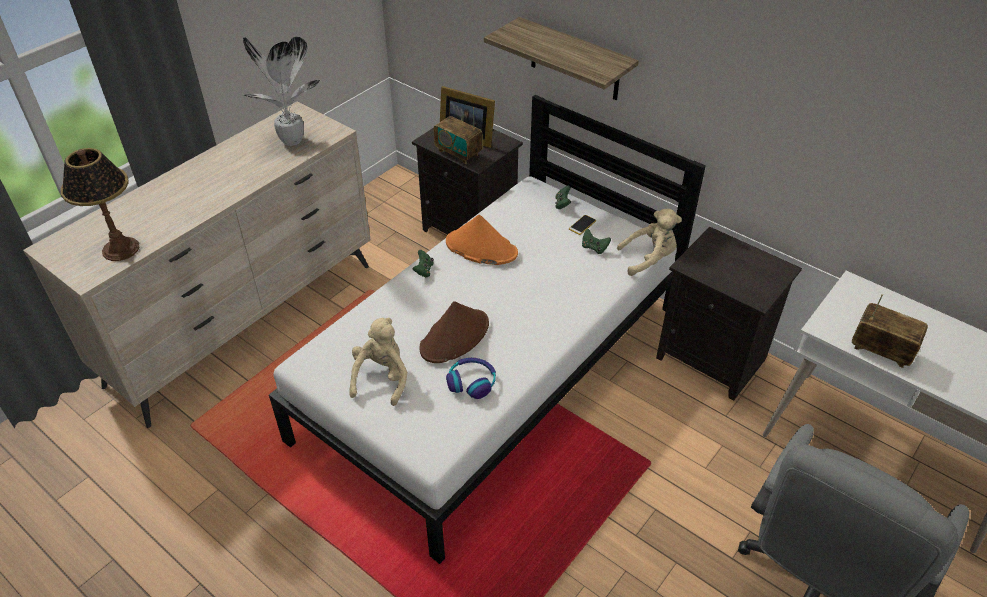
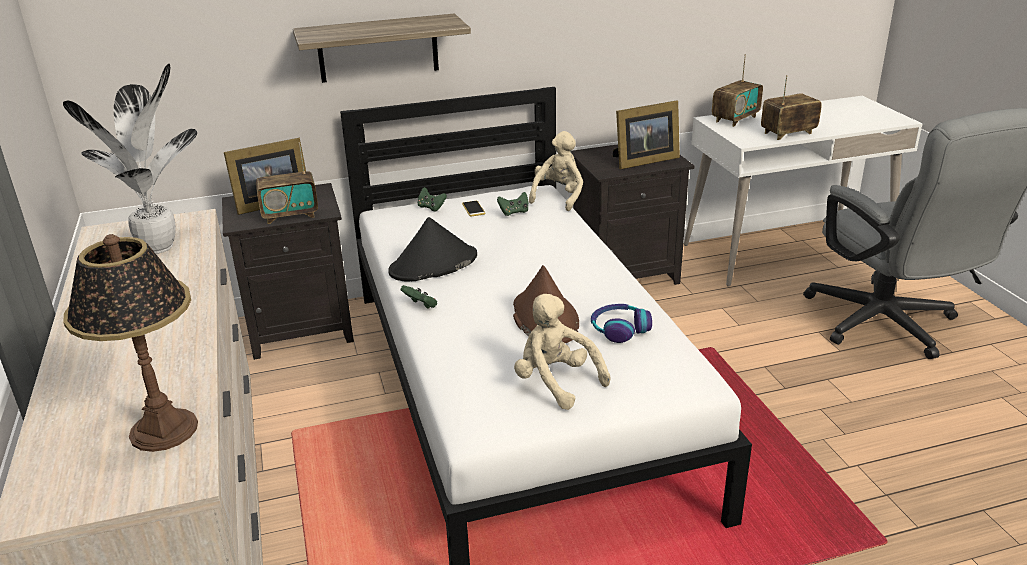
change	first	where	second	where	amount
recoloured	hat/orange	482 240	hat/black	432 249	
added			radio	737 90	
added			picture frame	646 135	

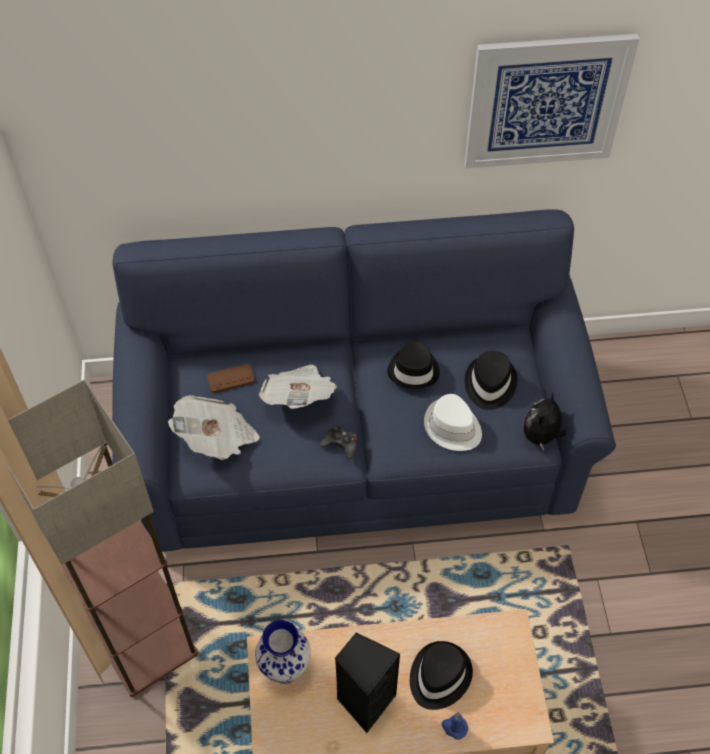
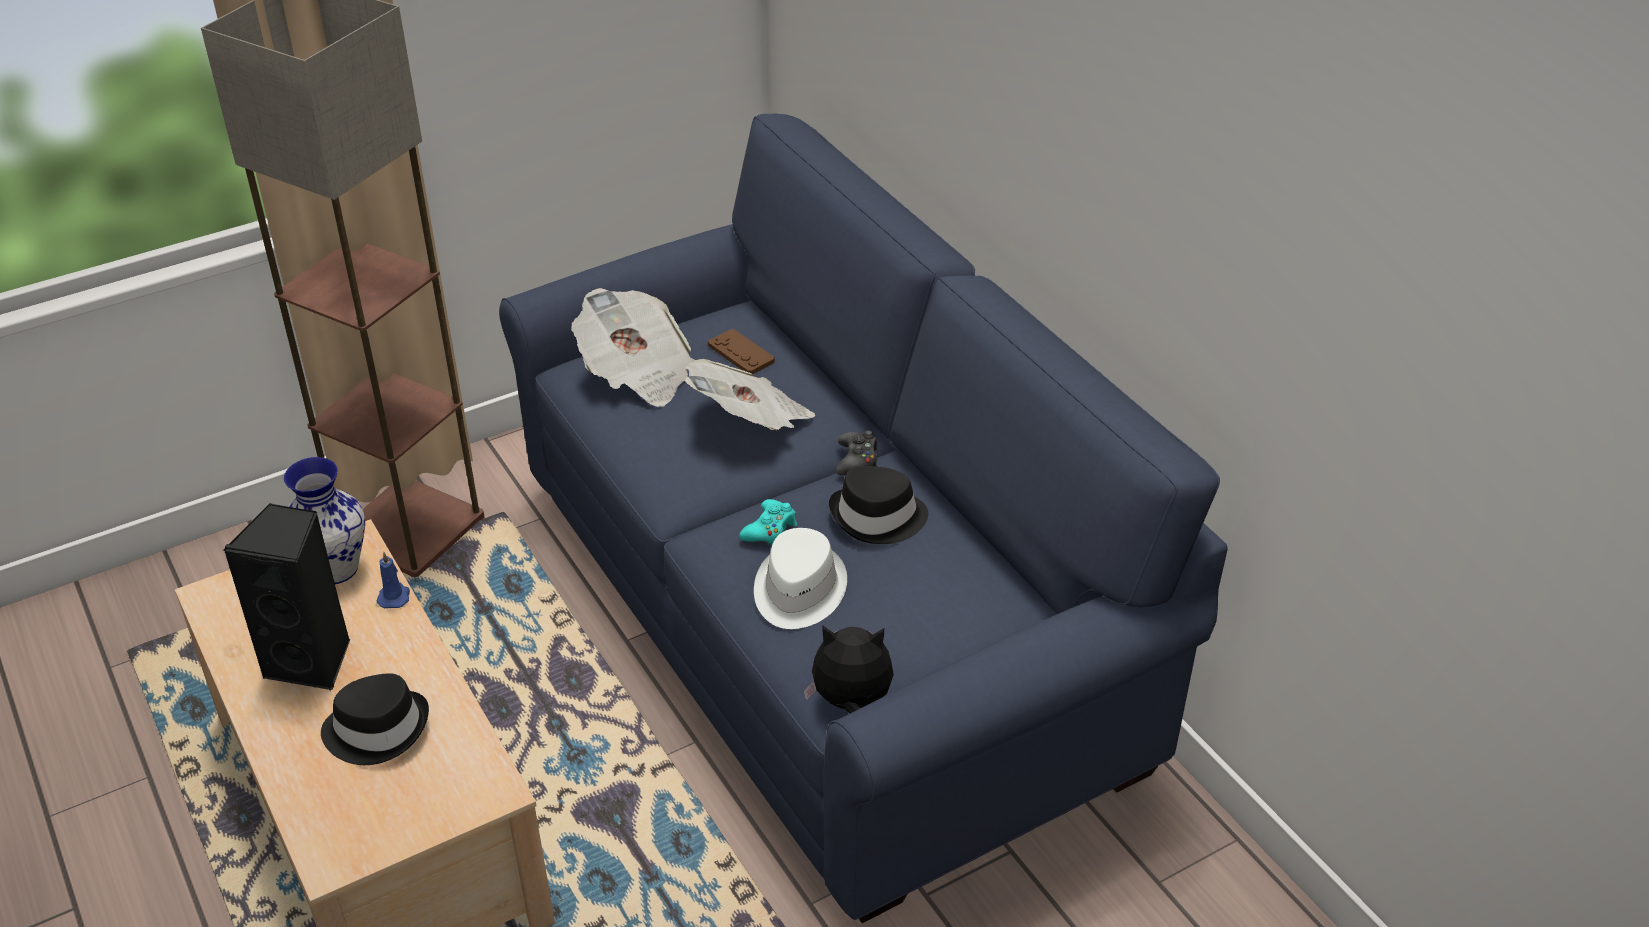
change	first	where	second	where	amount
removed	picture	552 101			
removed	hat/black	491 380			
moved	game controller/black	339 443		857 452	
moved	candle/blue	455 726		393 580	
added			game controller/turquoise	768 522	

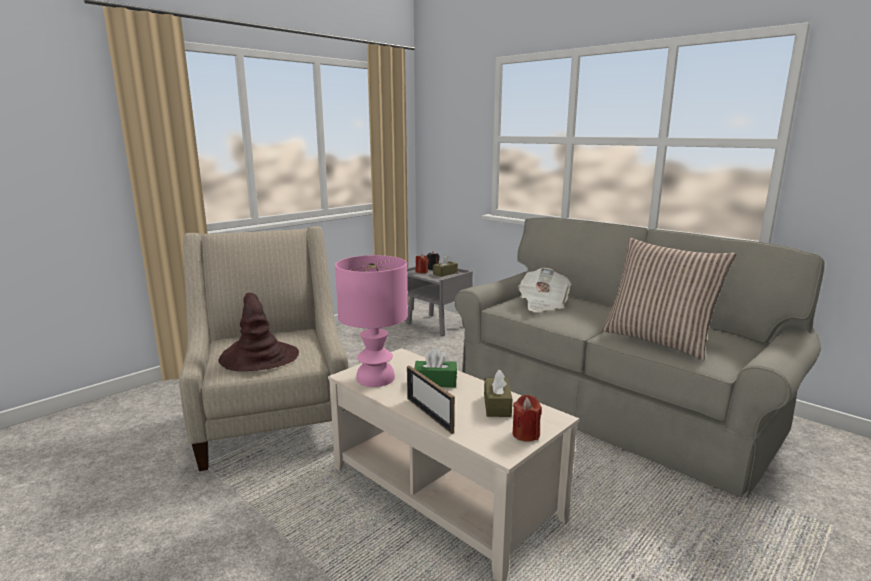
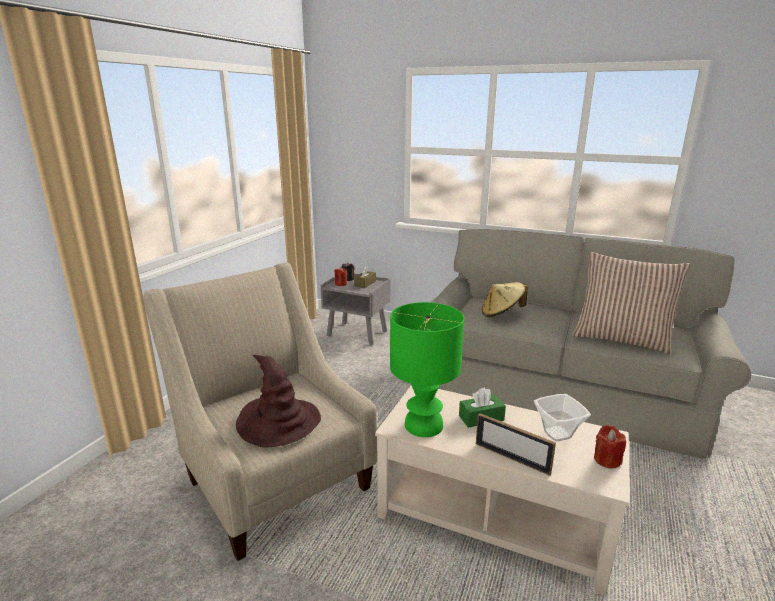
change	first	where	second	where	amount
recoloured	table lamp/pink	371 321	table lamp/green	427 369	
replaced	newspaper	544 290	hat/beige	504 299	
replaced	tissue box/brown	498 393	bowl	562 417	

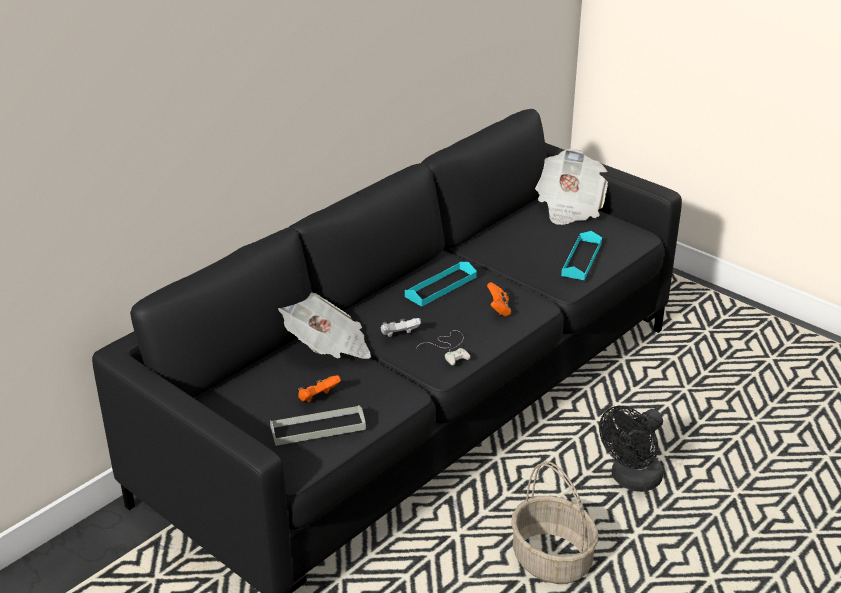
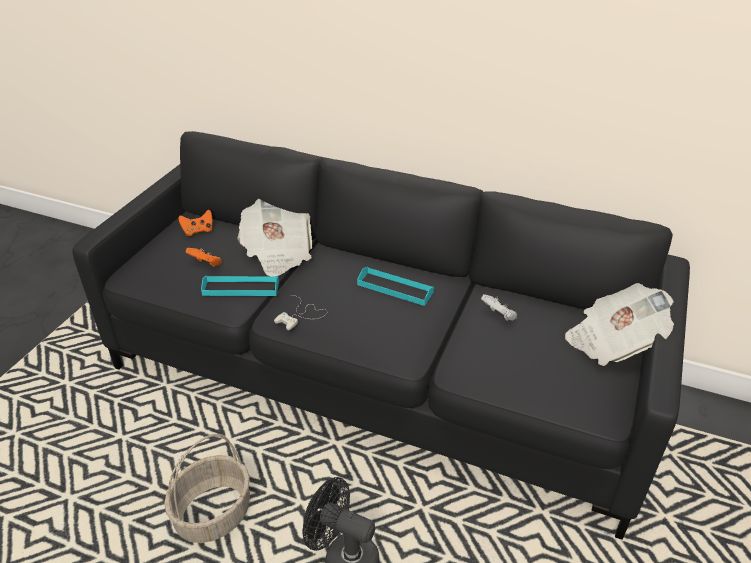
change	first	where	second	where	amount
moved	tray/turquoise	581 255		240 286	
moved	game controller/orange	499 299		196 223	
moved	game controller/white	401 327		499 307	
removed	tray/grey	318 425			

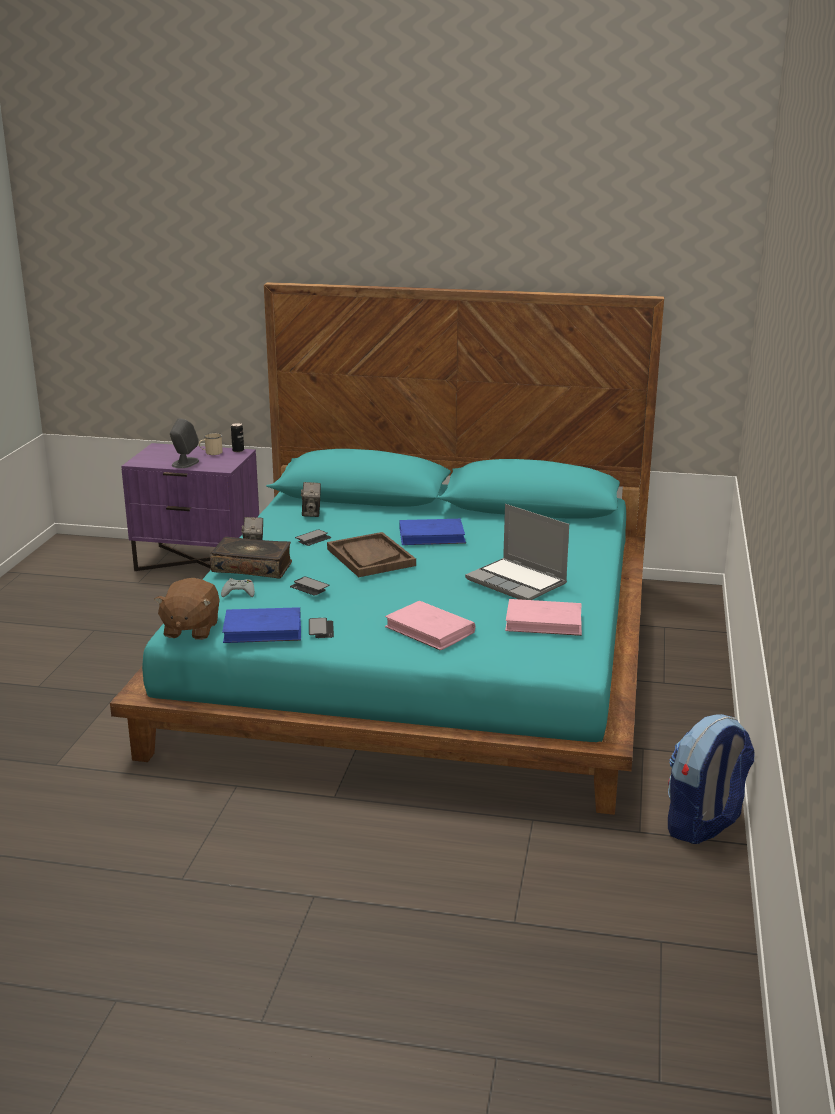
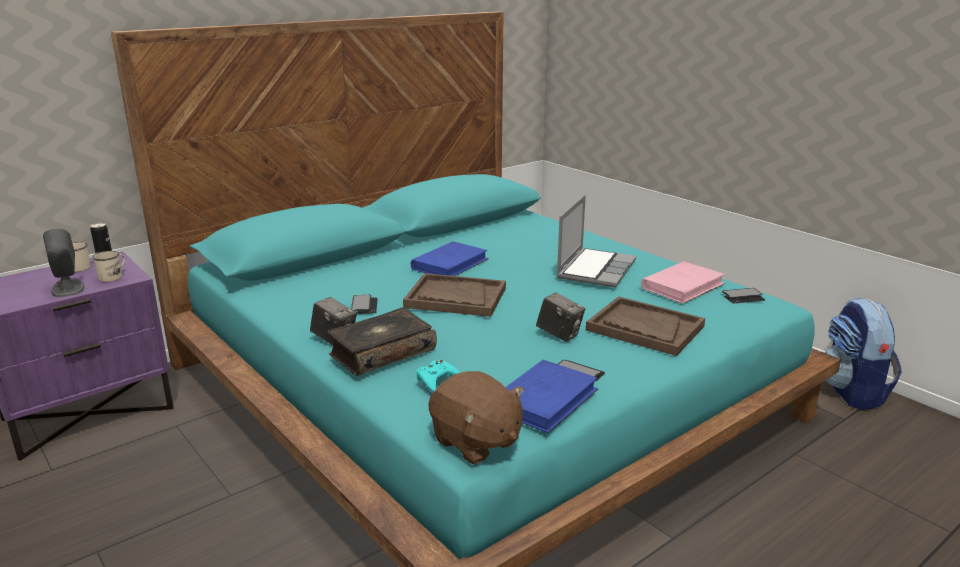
change	first	where	second	where	amount
moved	photo camera	311 499		560 317	
turned	laptop	517 552		596 241	60 degrees counterclockwise
moved	phone	310 586		743 295	
recoloured	game controller/grey	238 587	game controller/turquoise	438 376	
replaced	book/pink	430 625	tray/brown	645 326	
added			mug/beige	108 266	

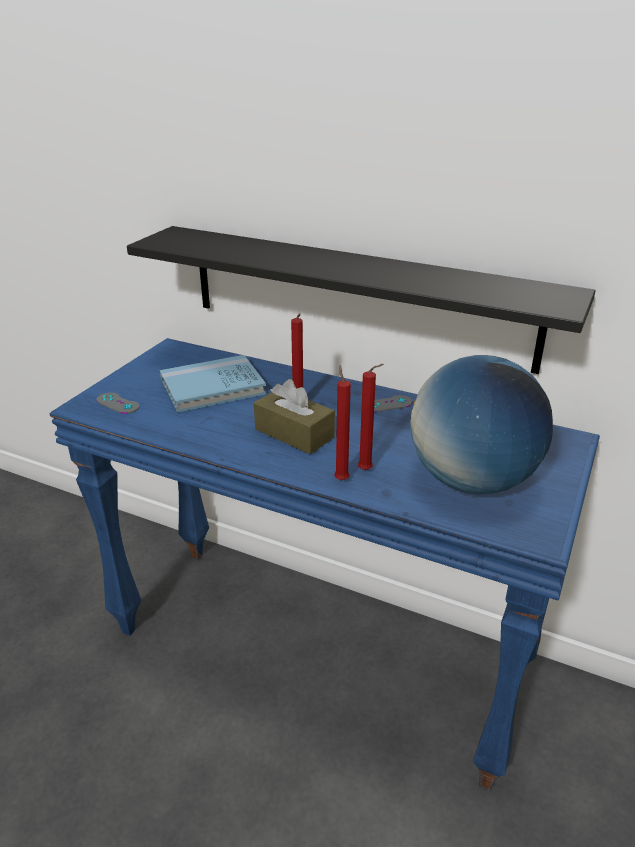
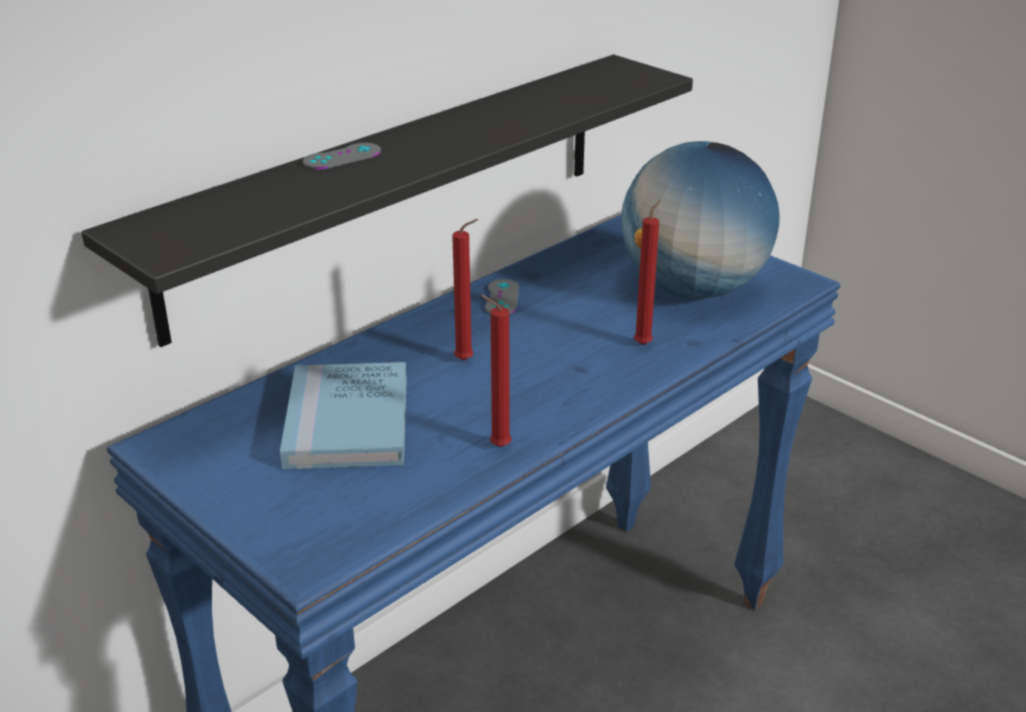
change	first	where	second	where	amount
moved	candle/red	342 423		495 370	
removed	tissue box/brown	294 416			
moved	game controller/grey	117 403		342 156	

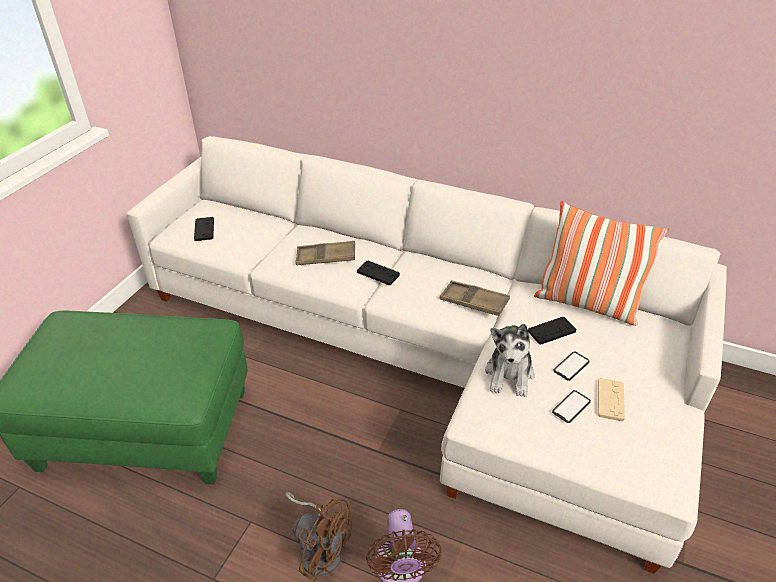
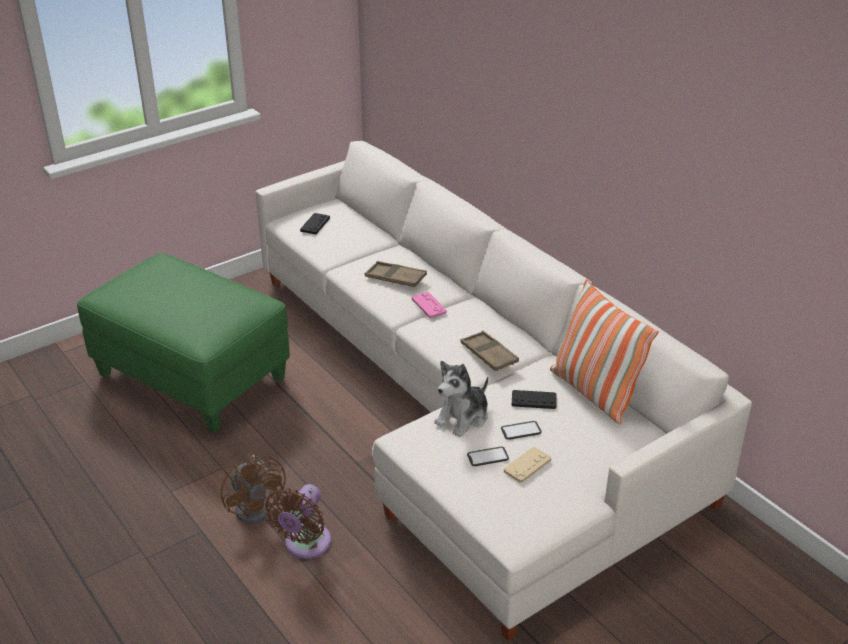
change	first	where	second	where	amount
recoloured	game controller/black	378 273	game controller/pink	429 305	

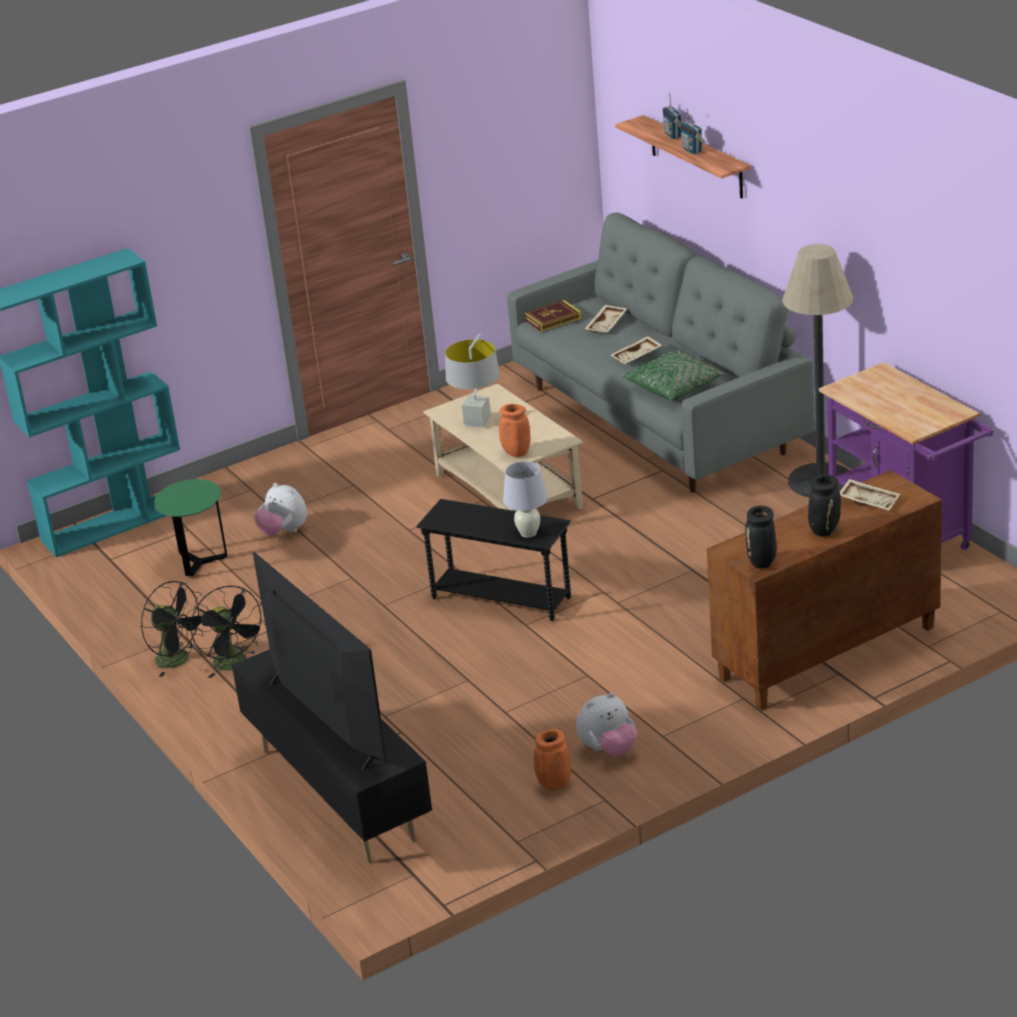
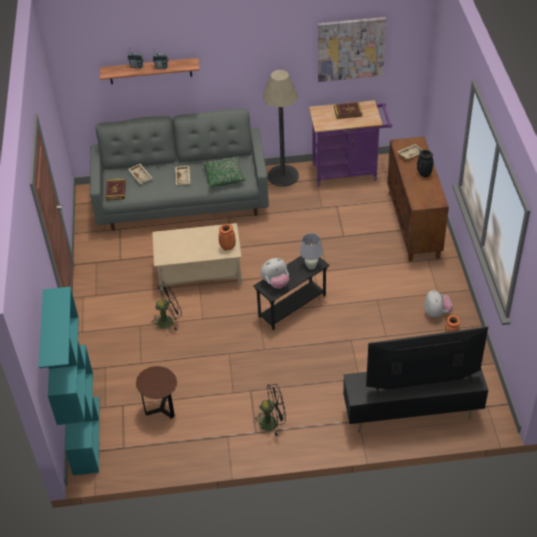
change	first	where	second	where	amount
removed	table lamp/grey	472 381			
recoloured	side table/green	190 528	side table/brown	156 392	
moved	plush toy	280 509		275 273	
removed	vase/black	761 537			
moved	fan/black	172 629		166 306	
added			picture	352 49	
added			book	348 110	

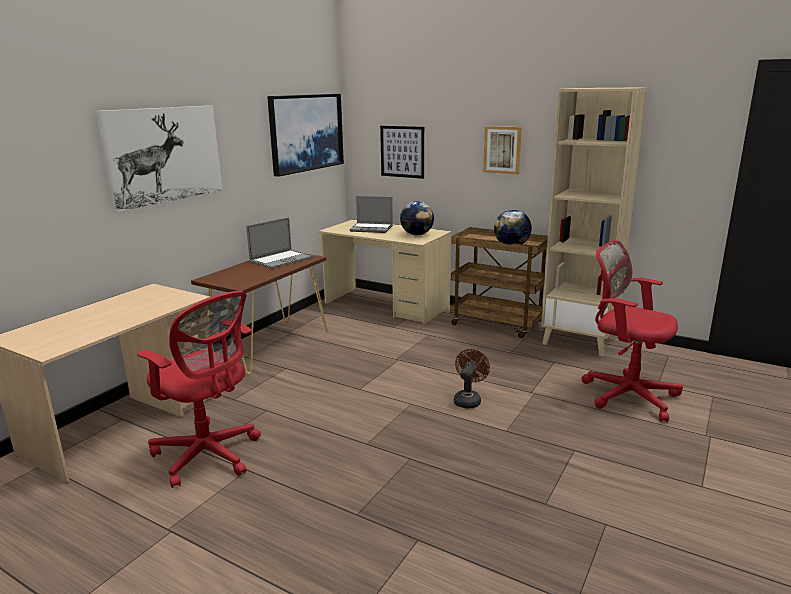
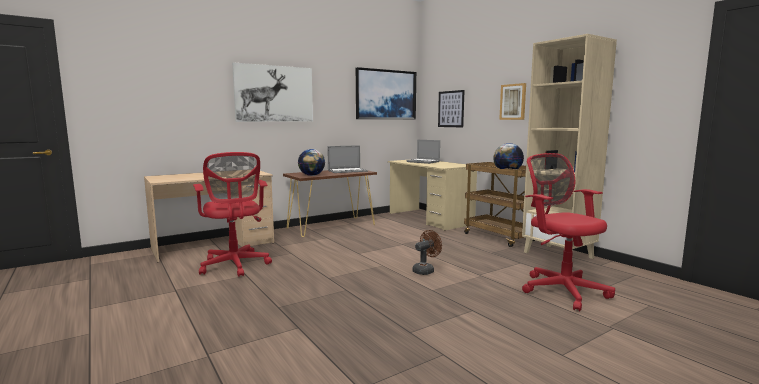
change	first	where	second	where	amount
moved	globe	417 218		311 162	

